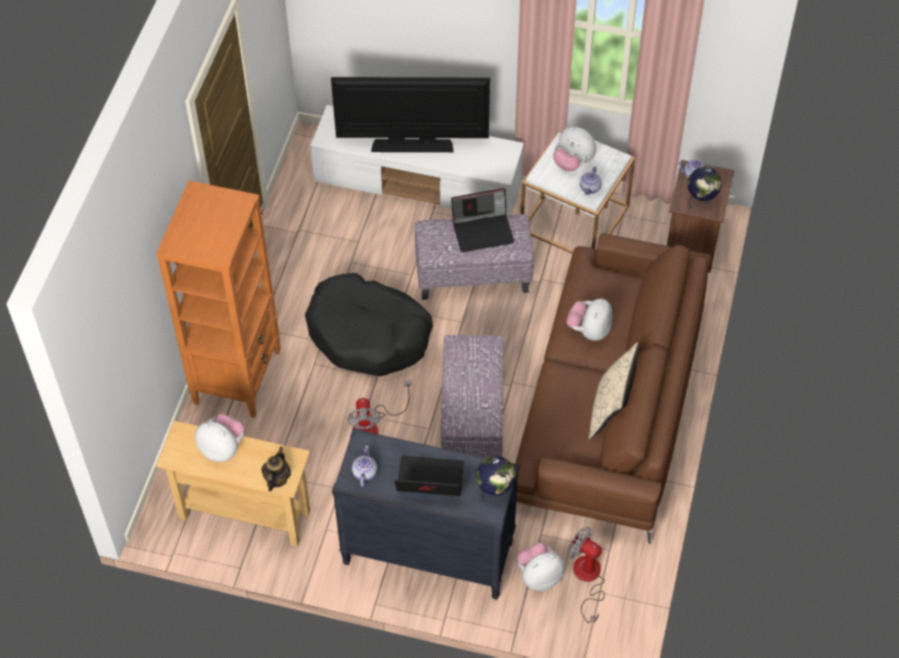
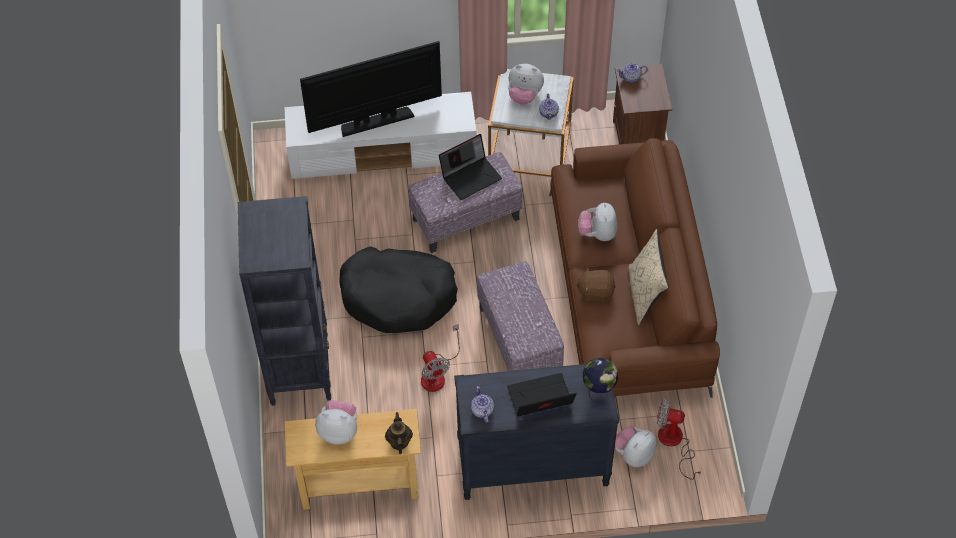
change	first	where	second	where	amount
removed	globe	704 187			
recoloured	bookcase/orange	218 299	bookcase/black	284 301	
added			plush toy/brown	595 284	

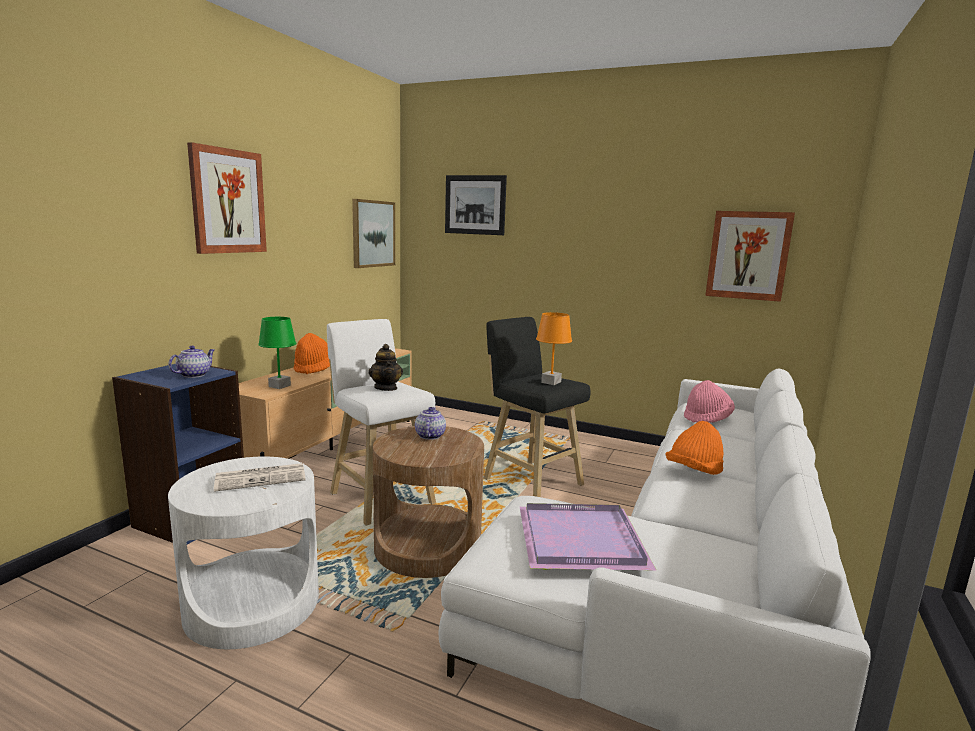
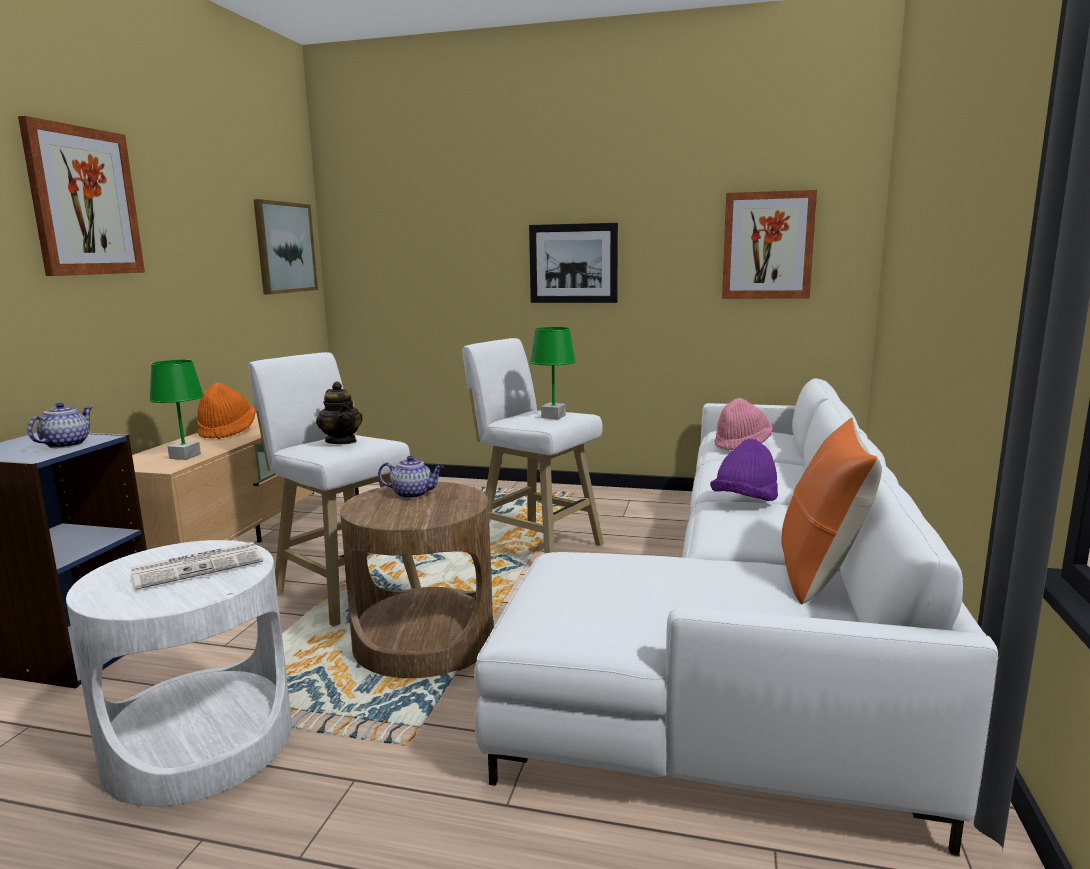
change	first	where	second	where	amount
moved	picture	476 205		573 263	
recoloured	table lamp/orange	554 348	table lamp/green	553 373	
recoloured	stool/black	537 407	stool/white	533 445	
turned	teapot	430 423		411 477	105 degrees clockwise
recoloured	hat/orange	694 448	hat/purple	744 470	
removed	tray/purple	588 537			
added			pillow/orange	832 511	

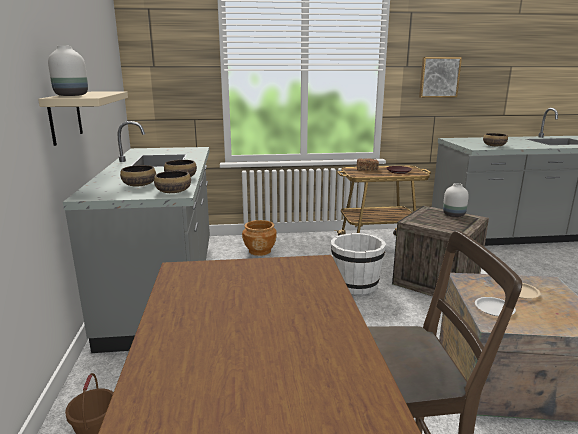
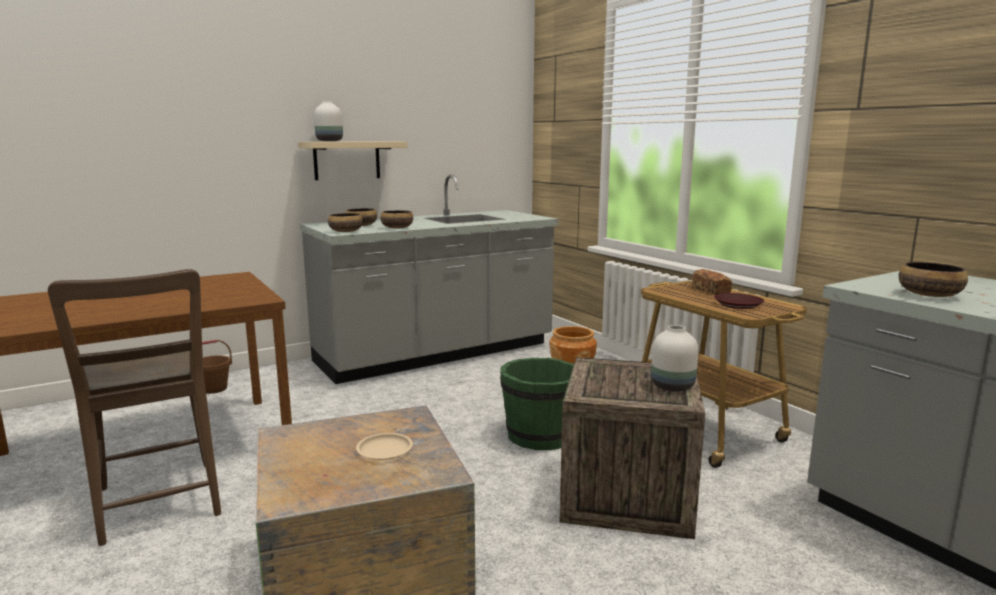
change	first	where	second	where	amount
removed	picture	440 77			
recoloured	bucket/white	358 264	bucket/green	537 404	
removed	plate/white	495 306			

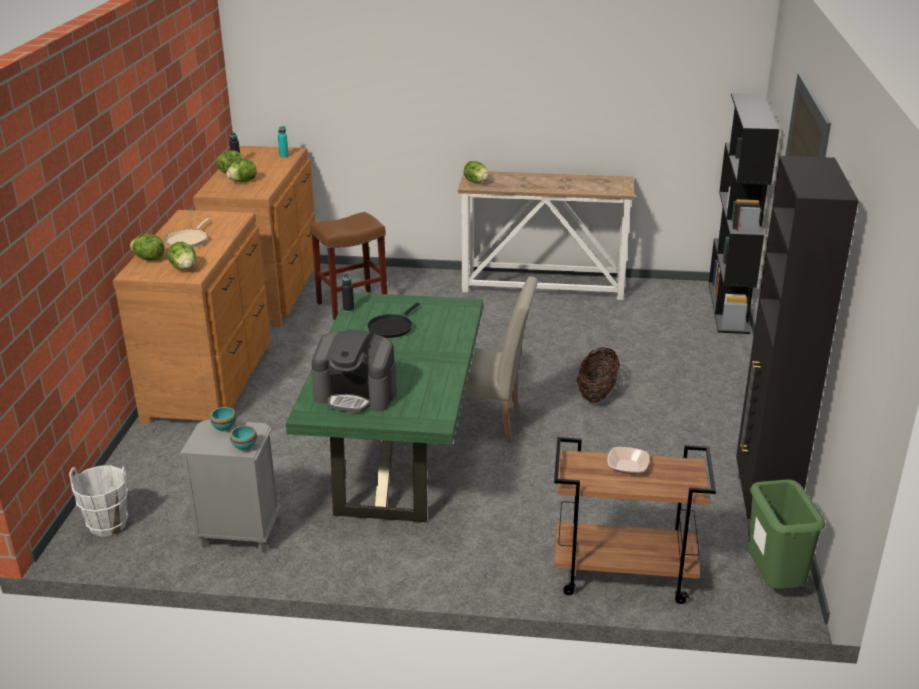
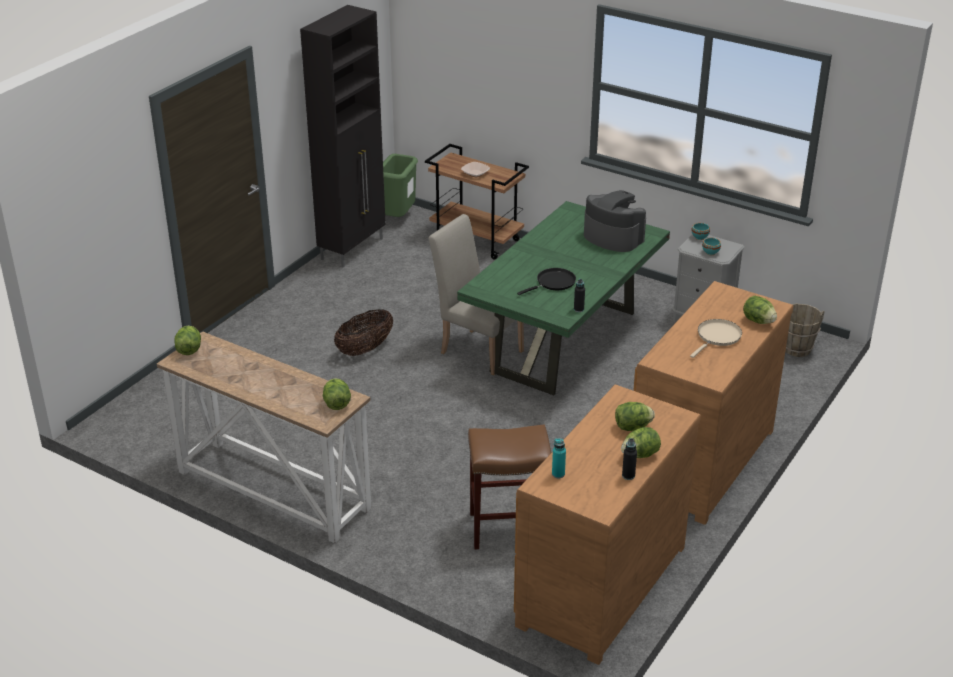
change	first	where	second	where	amount
removed	bookcase/black	744 213			
moved	lettuce	181 256		187 340	
recoloured	bucket/white	98 501	bucket/brown	805 330	

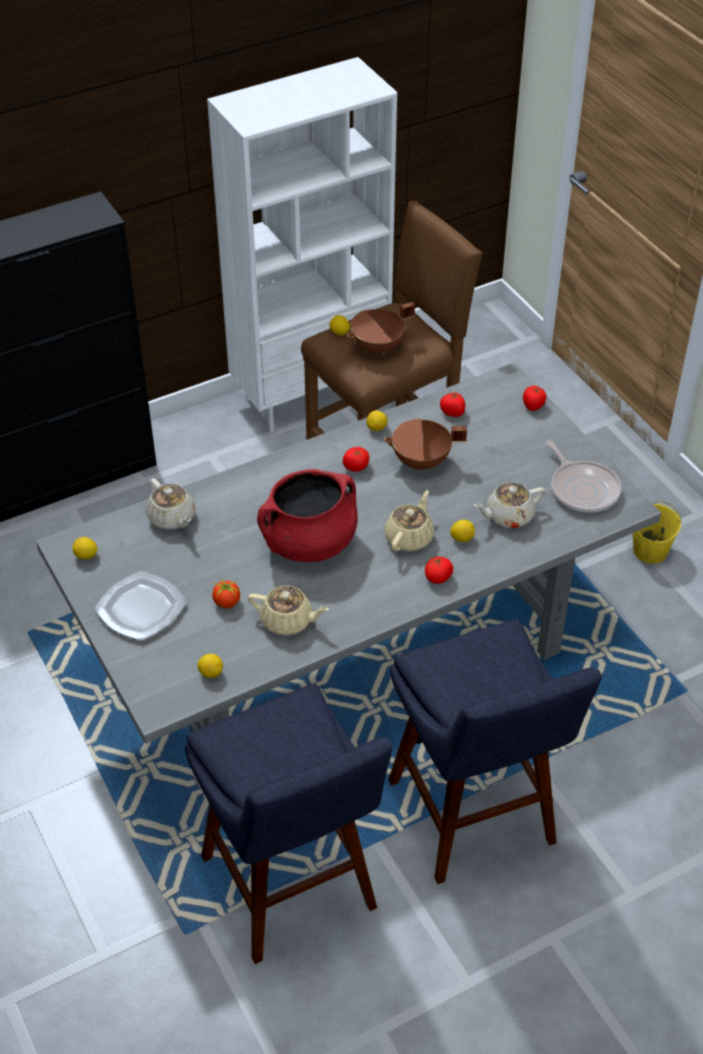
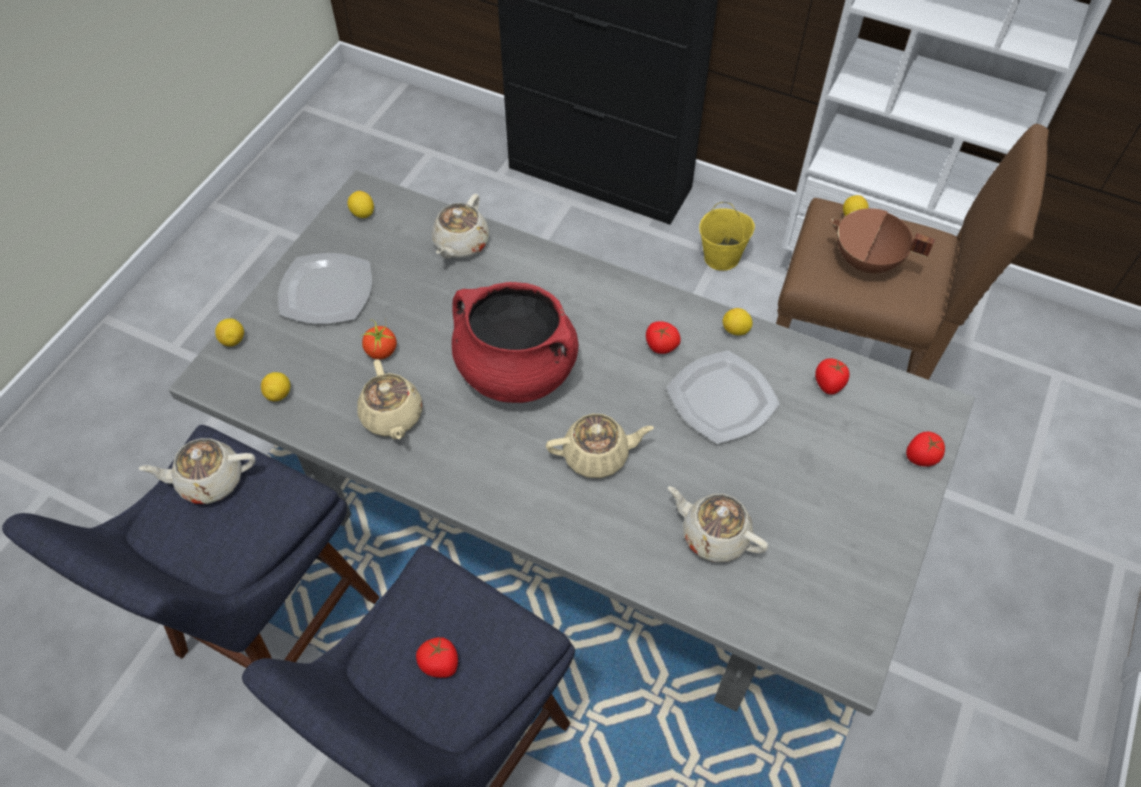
change	first	where	second	where	amount
replaced	cooking pot/brown	425 445	plate	723 397	
removed	frying pan	583 476			
moved	bucket/yellow	657 532		727 236	
moved	lemon	462 531		229 332	
moved	tomato	439 570		437 657	
added			teapot/beige	196 471	

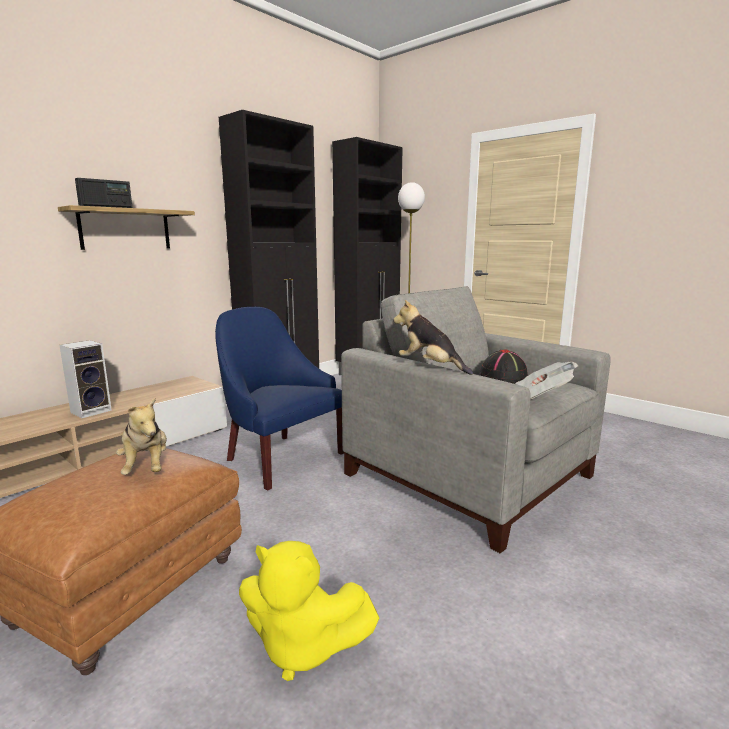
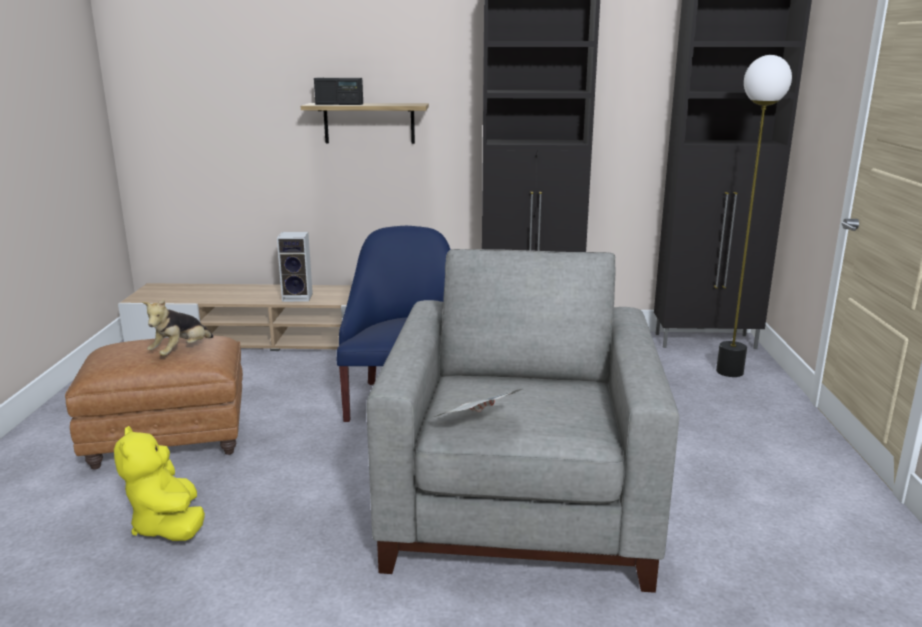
change	first	where	second	where	amount
removed	plush toy	433 337			
removed	hat/black	503 367			

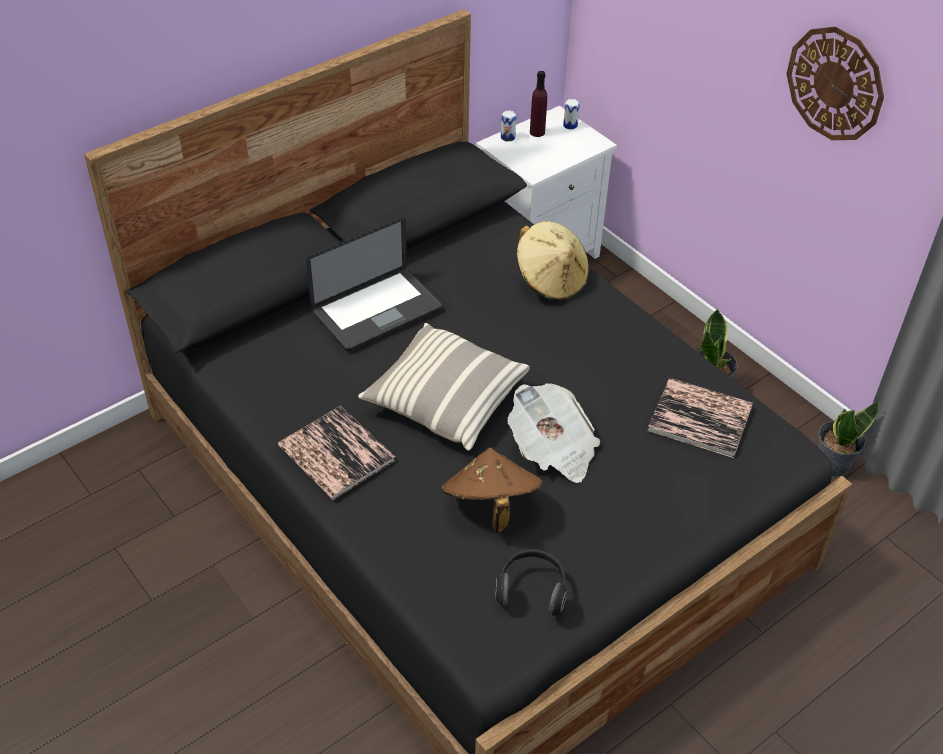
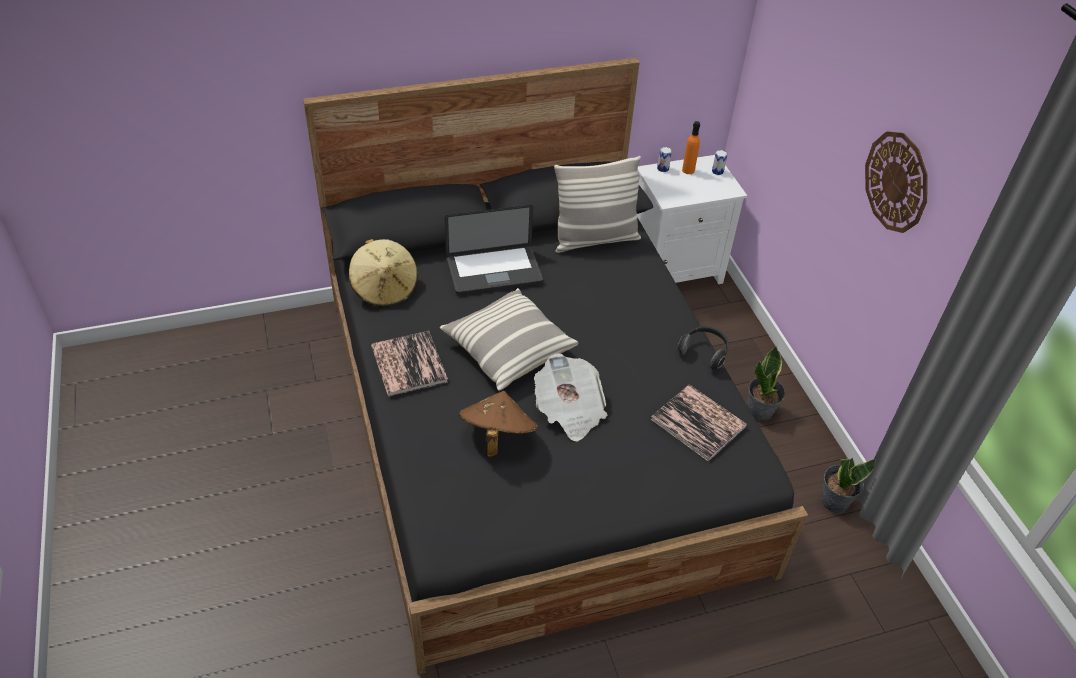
change	first	where	second	where	amount
recoloured	bottle/purple	538 104	bottle/orange	691 147	
moved	hat/beige	553 261		383 273	
moved	headphones	531 582		702 348	
added			pillow	597 204	

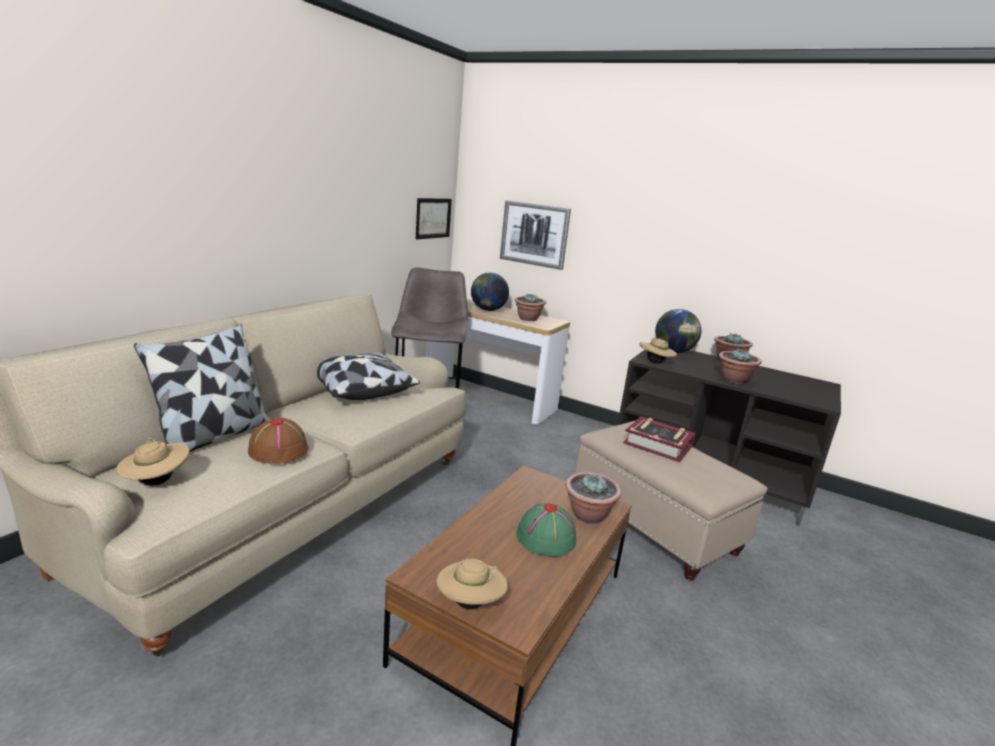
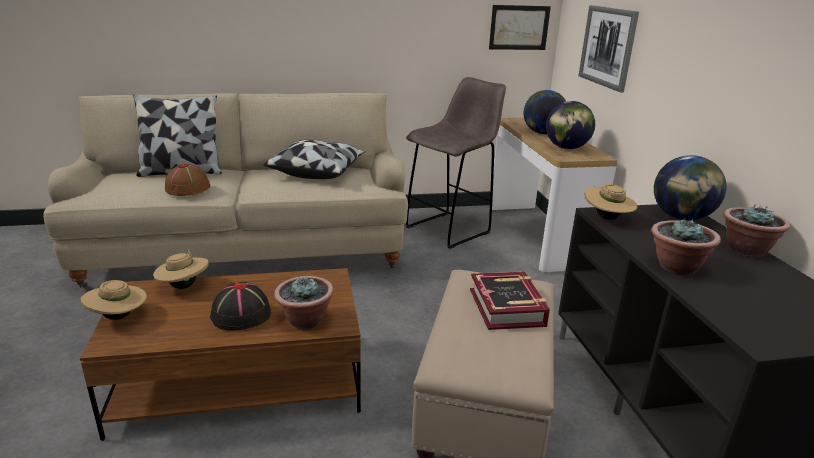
change	first	where	second	where	amount
replaced	potted plant	530 307	globe	570 125	
moved	hat/beige	153 461		181 269	
recoloured	hat/green	546 530	hat/black	240 306	

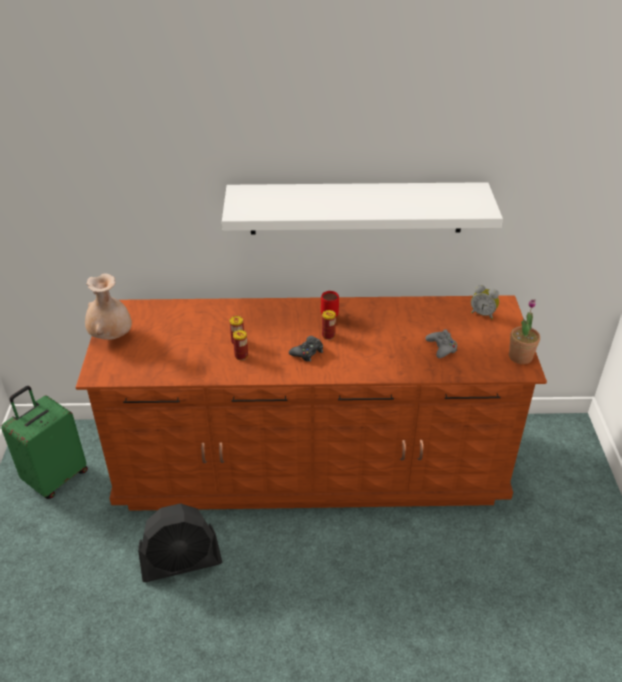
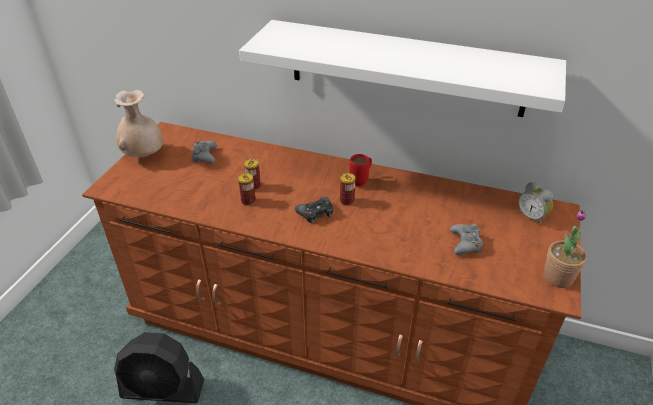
change	first	where	second	where	amount
removed	suitcase/green	44 442			
added			game controller/grey	204 152	

